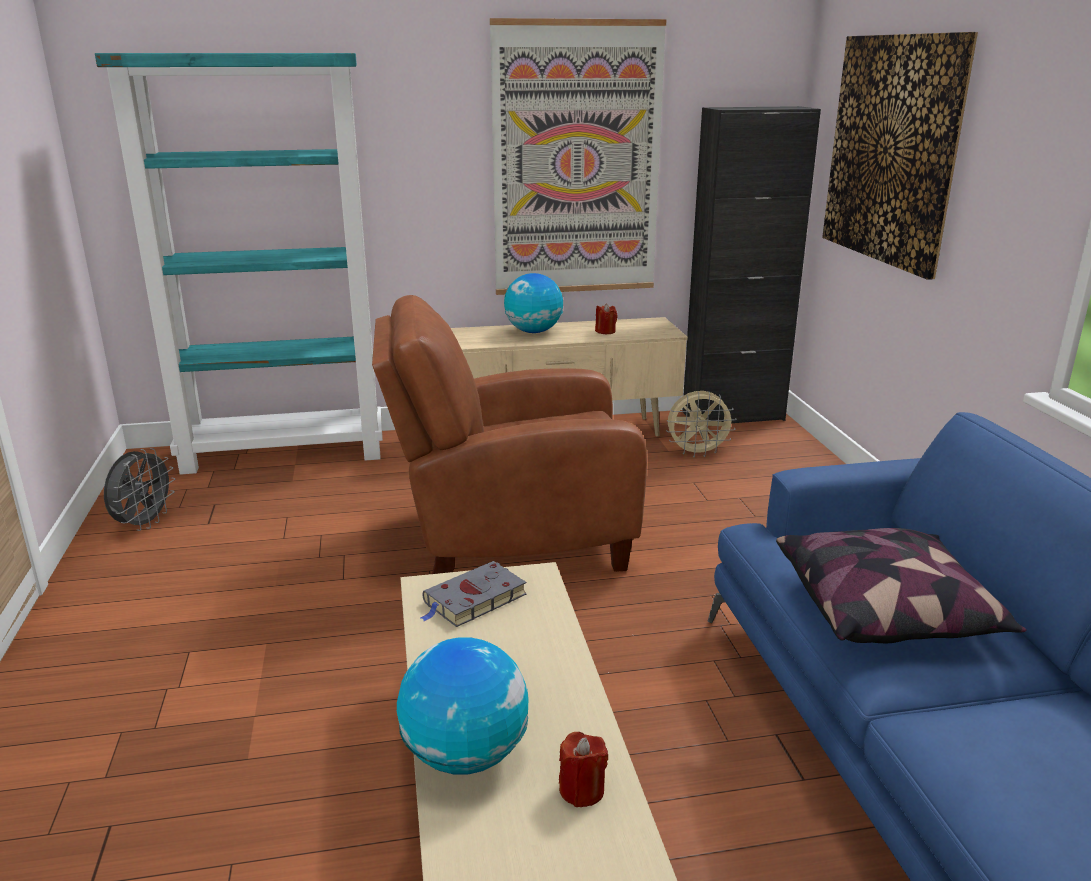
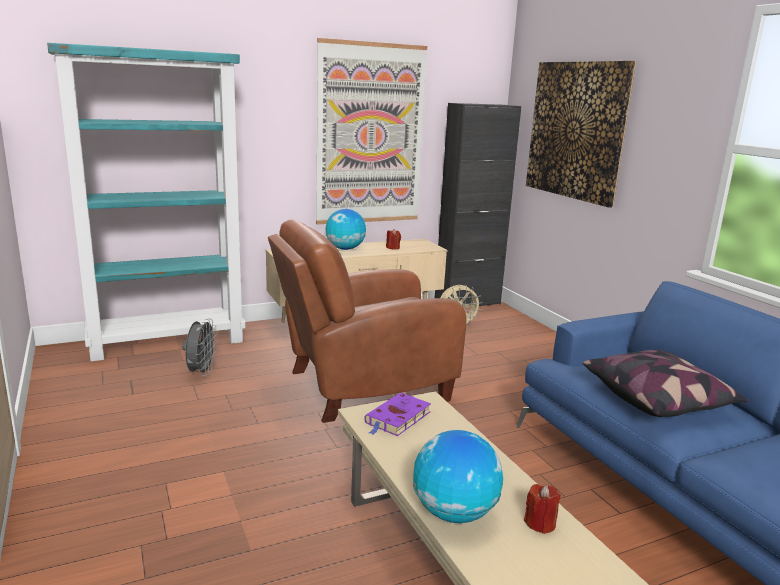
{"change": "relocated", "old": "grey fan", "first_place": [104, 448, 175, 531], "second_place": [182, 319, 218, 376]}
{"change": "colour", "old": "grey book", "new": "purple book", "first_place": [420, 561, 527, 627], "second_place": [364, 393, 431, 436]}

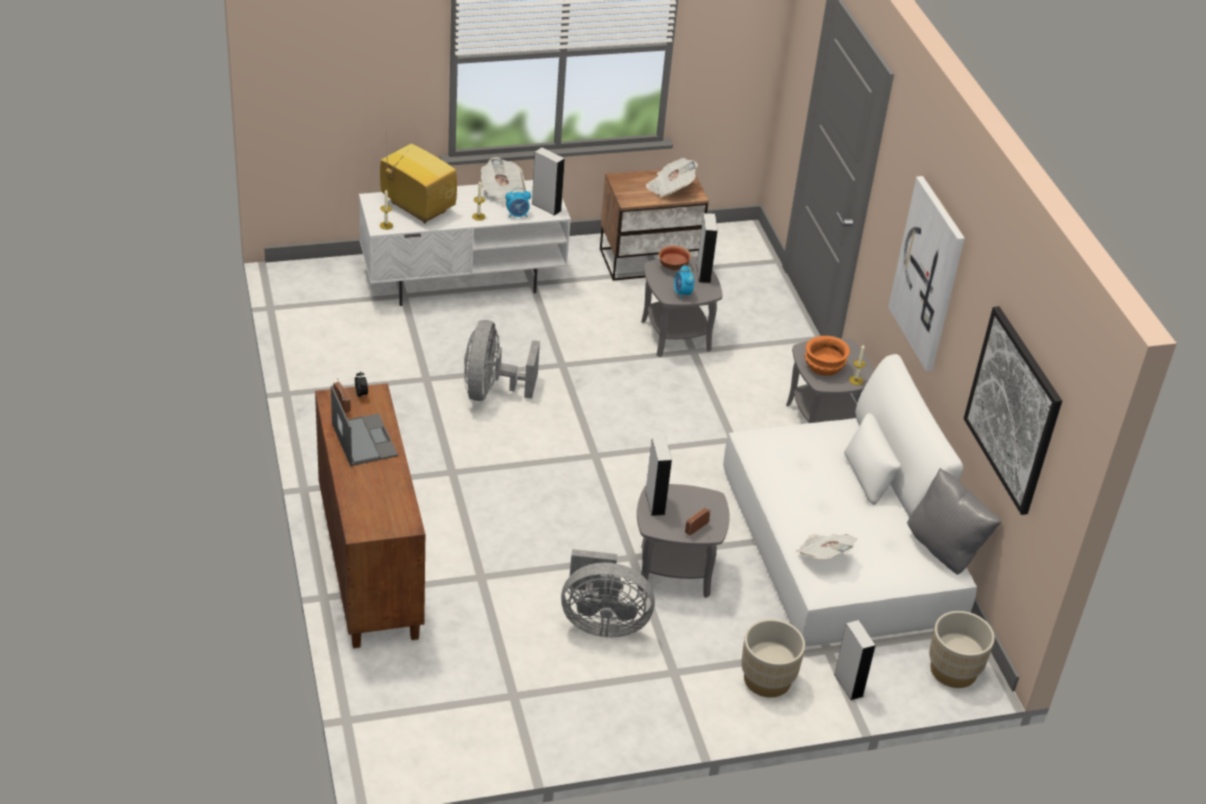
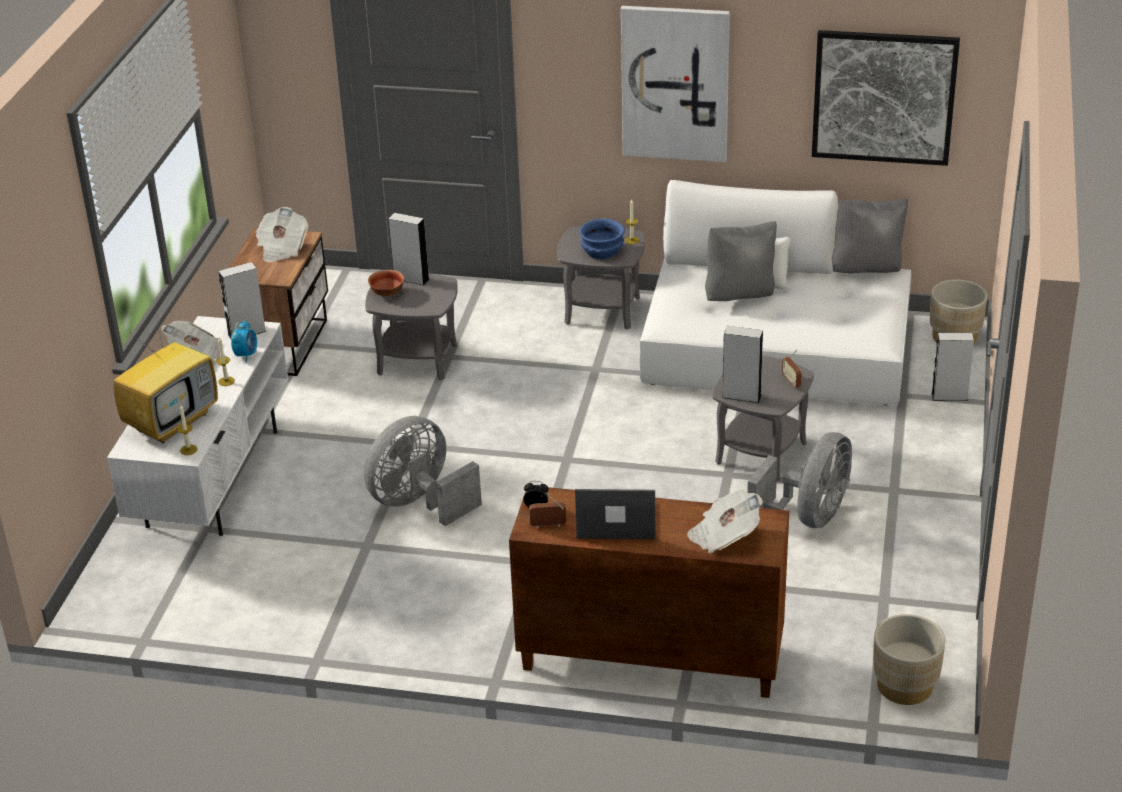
{"change": "missing", "old": "alarm clock", "first_place": [674, 265, 694, 300]}
{"change": "appeared", "new": "grey pillow", "second_place": [705, 221, 777, 301]}
{"change": "relocated", "old": "beige planter", "first_place": [741, 619, 805, 698], "second_place": [873, 614, 945, 705]}
{"change": "relocated", "old": "newspaper", "first_place": [796, 534, 858, 559], "second_place": [687, 489, 763, 554]}
{"change": "colour", "old": "orange bowl", "new": "blue bowl", "first_place": [805, 336, 850, 376], "second_place": [580, 218, 625, 259]}
{"change": "spun", "old": "television", "first_place": [380, 144, 457, 223], "second_place": [113, 309, 218, 443], "degrees": 150}
{"change": "spun", "old": "grey fan", "first_place": [464, 320, 540, 401], "second_place": [364, 416, 482, 526], "degrees": 105}

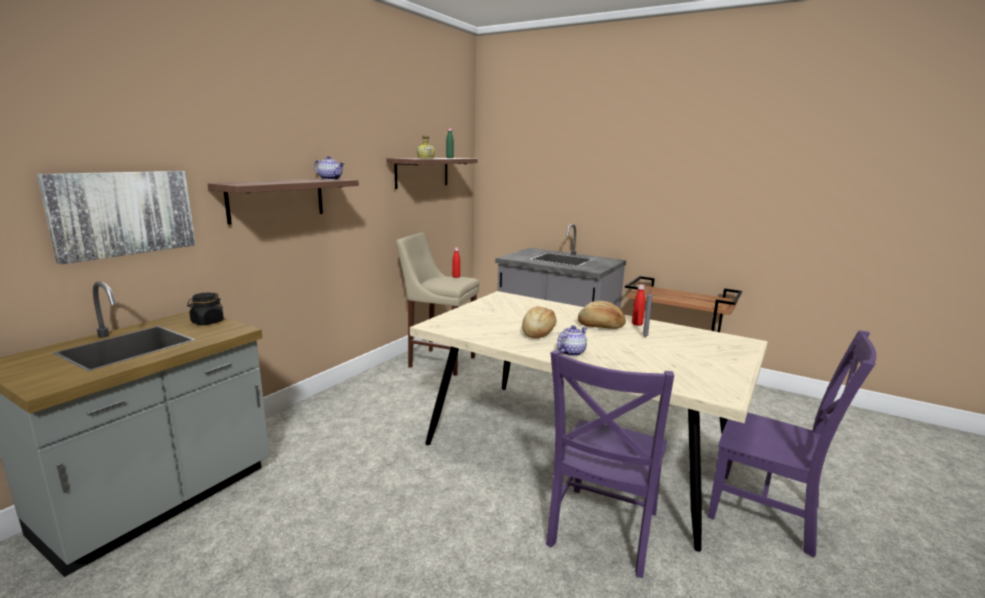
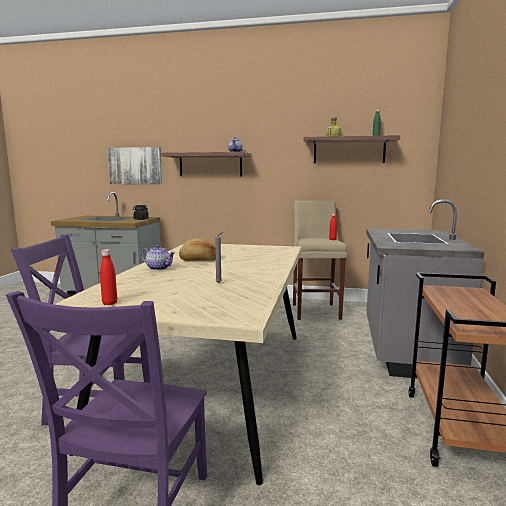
{"change": "missing", "old": "bread", "first_place": [578, 301, 626, 329]}
{"change": "relocated", "old": "red bottle", "first_place": [632, 285, 645, 326], "second_place": [100, 249, 117, 305]}

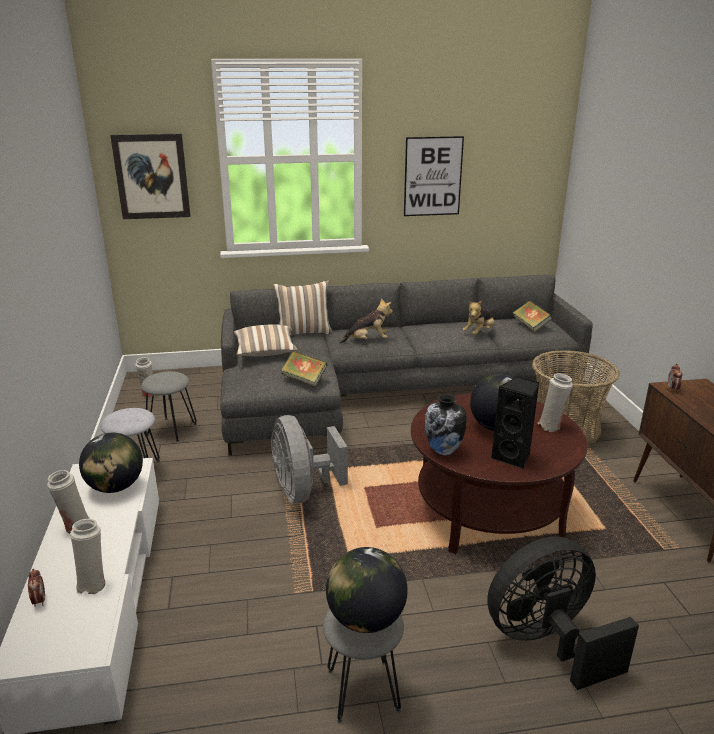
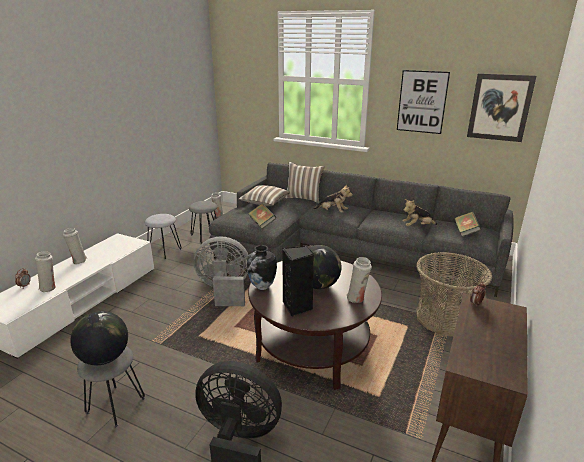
{"change": "missing", "old": "globe", "first_place": [79, 433, 143, 493]}
{"change": "relocated", "old": "picture", "first_place": [110, 134, 191, 219], "second_place": [467, 73, 536, 142]}
{"change": "spun", "old": "grey fan", "first_place": [271, 415, 348, 503], "second_place": [194, 237, 249, 306], "degrees": 75}

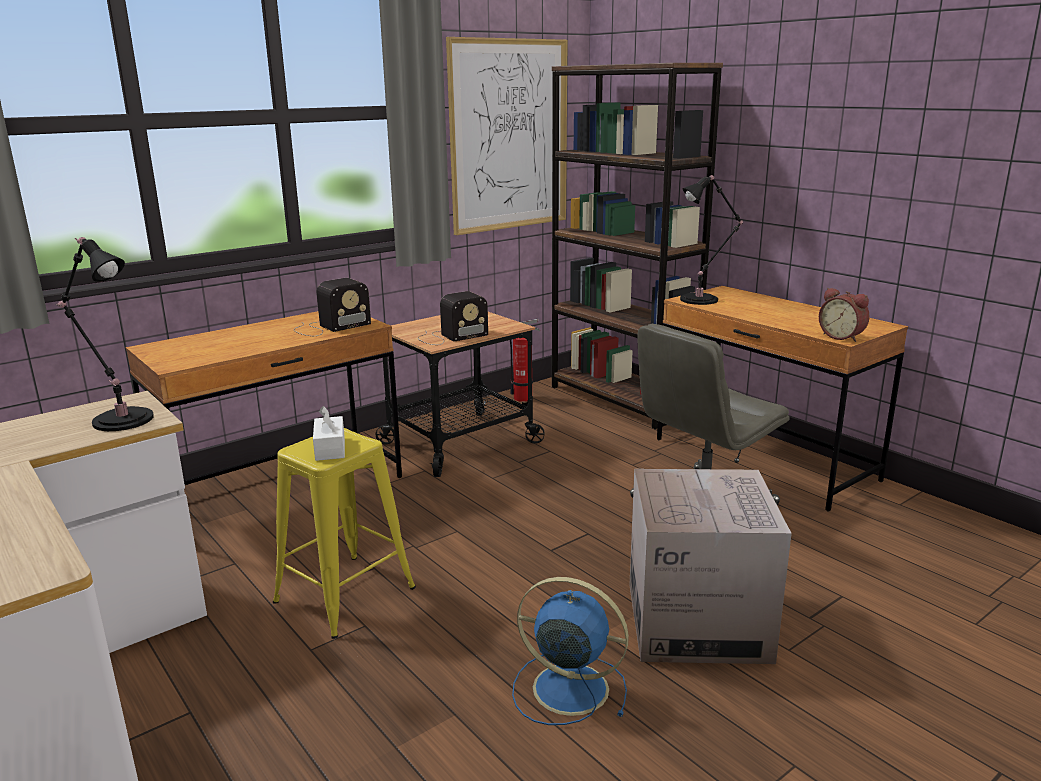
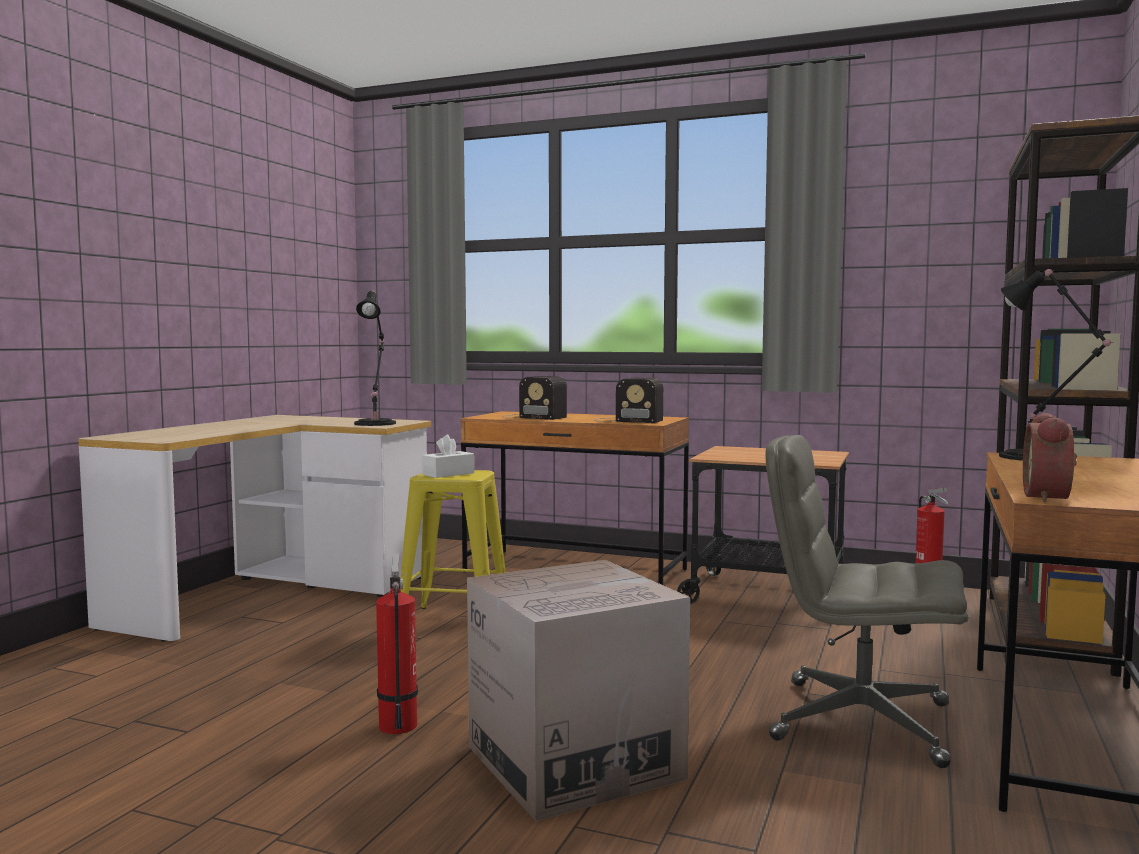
{"change": "missing", "old": "picture", "first_place": [446, 37, 567, 235]}
{"change": "relocated", "old": "radio", "first_place": [419, 291, 488, 345], "second_place": [503, 376, 567, 420]}
{"change": "exchanged", "old": "blue fan", "new": "fire extinguisher", "first_place": [512, 577, 629, 725], "second_place": [376, 553, 418, 734]}

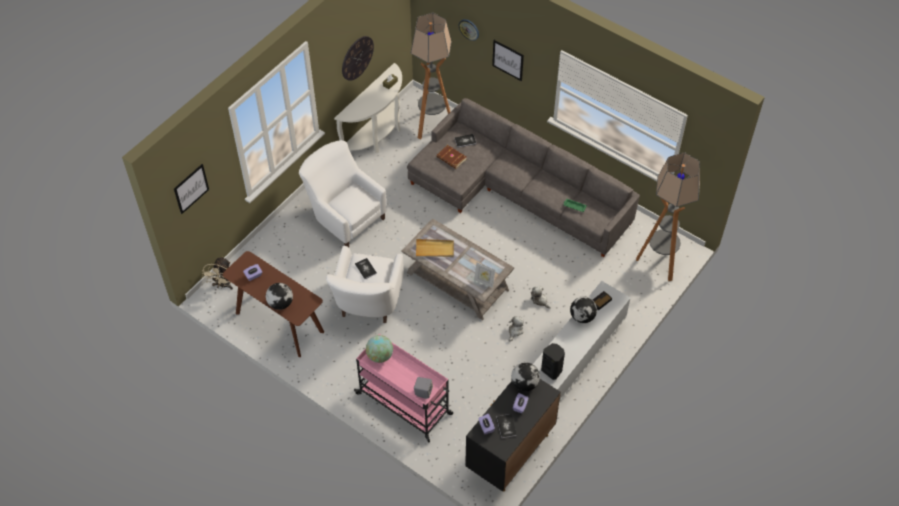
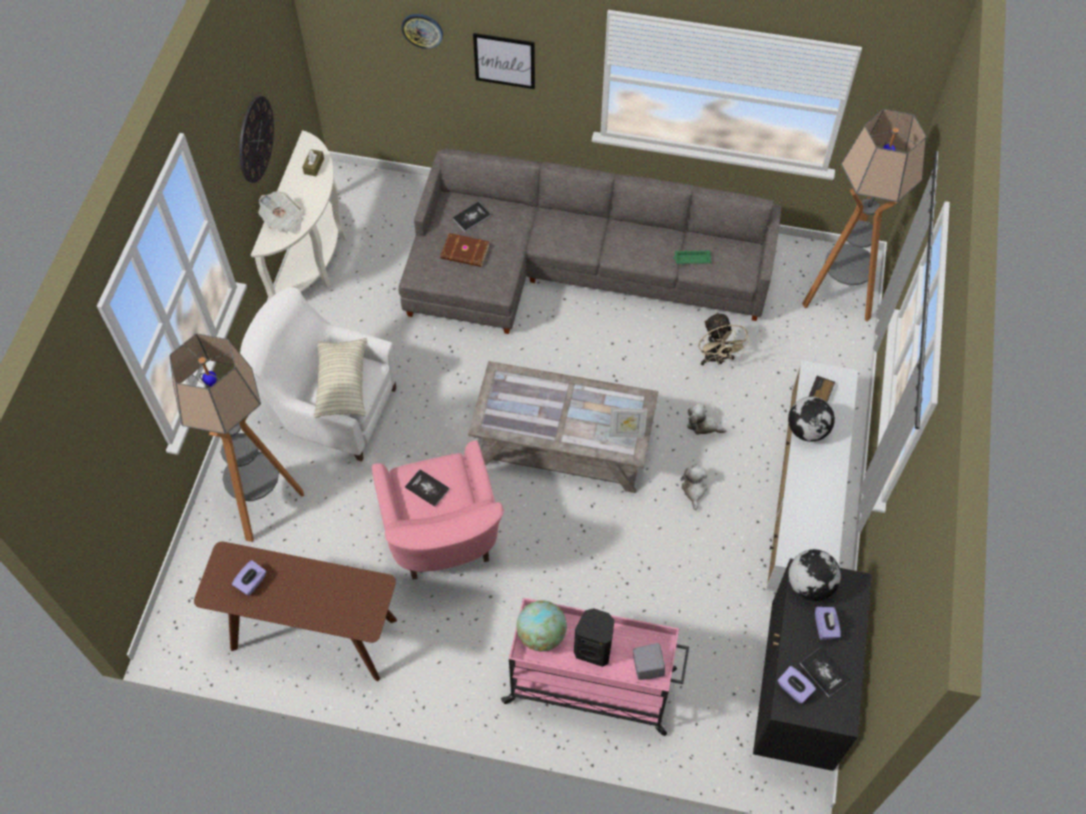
{"change": "missing", "old": "picture", "first_place": [174, 164, 209, 214]}
{"change": "missing", "old": "globe", "first_place": [266, 283, 293, 310]}
{"change": "missing", "old": "beige tray", "first_place": [416, 239, 454, 257]}
{"change": "appeared", "new": "newspaper", "second_place": [258, 191, 304, 234]}
{"change": "appeared", "new": "pillow", "second_place": [313, 338, 367, 418]}
{"change": "relocated", "old": "beige fan", "first_place": [202, 256, 233, 290], "second_place": [699, 312, 750, 365]}
{"change": "relocated", "old": "floor lamp", "first_place": [411, 13, 452, 140], "second_place": [169, 334, 304, 542]}
{"change": "relocated", "old": "black speaker", "first_place": [541, 343, 565, 380], "second_place": [574, 608, 615, 667]}
{"change": "colour", "old": "white armchair", "new": "pink armchair", "first_place": [326, 246, 404, 323], "second_place": [372, 440, 504, 580]}

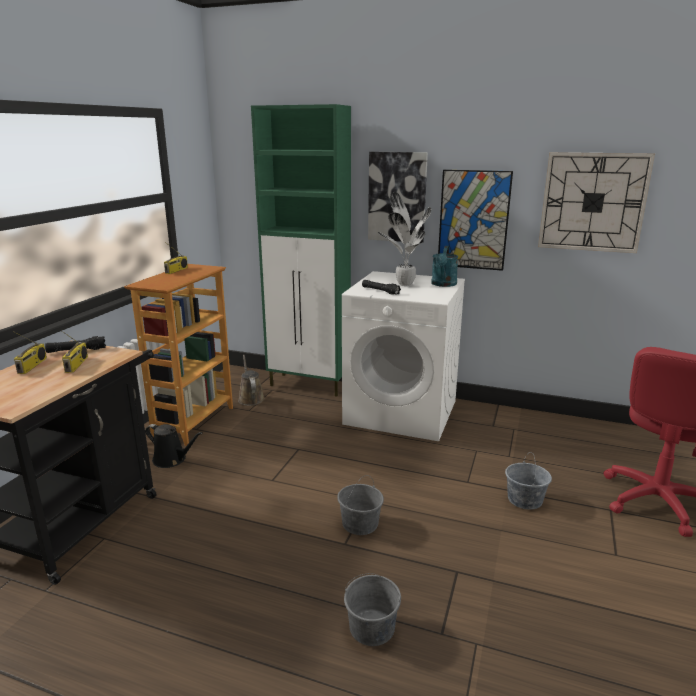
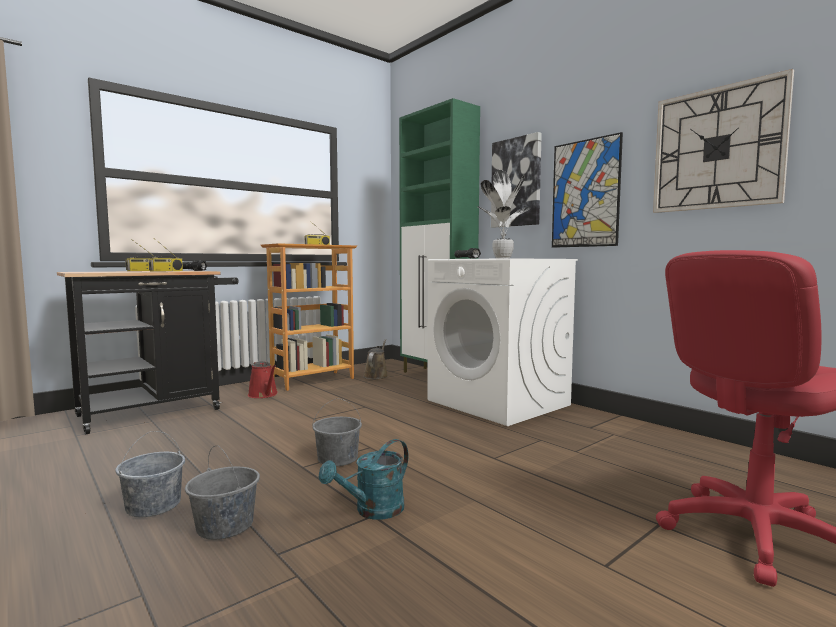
{"change": "relocated", "old": "turquoise watering can", "first_place": [431, 246, 458, 287], "second_place": [319, 439, 409, 520]}
{"change": "relocated", "old": "grey bucket", "first_place": [505, 452, 552, 510], "second_place": [115, 431, 185, 517]}
{"change": "colour", "old": "black watering can", "new": "red watering can", "first_place": [145, 424, 202, 468], "second_place": [248, 361, 278, 398]}

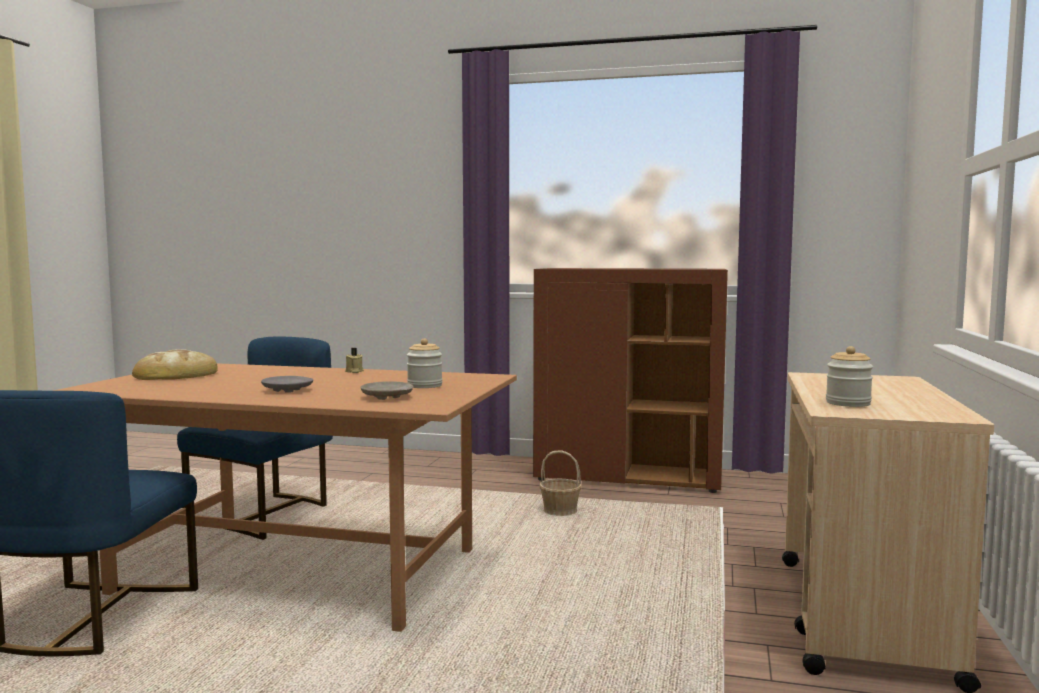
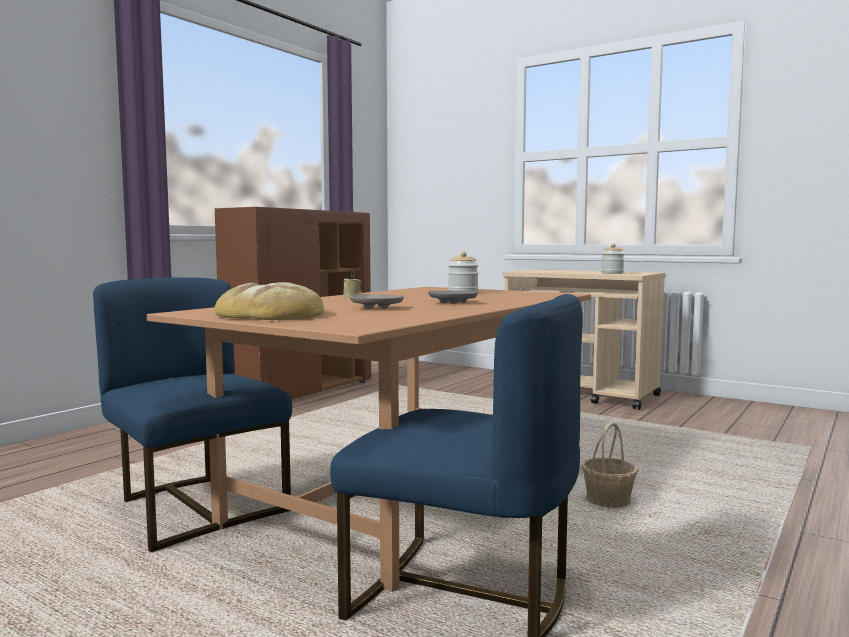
{"change": "relocated", "old": "beige plate", "first_place": [360, 381, 413, 400], "second_place": [349, 294, 404, 309]}
{"change": "relocated", "old": "basket", "first_place": [539, 450, 582, 516], "second_place": [581, 422, 638, 508]}

